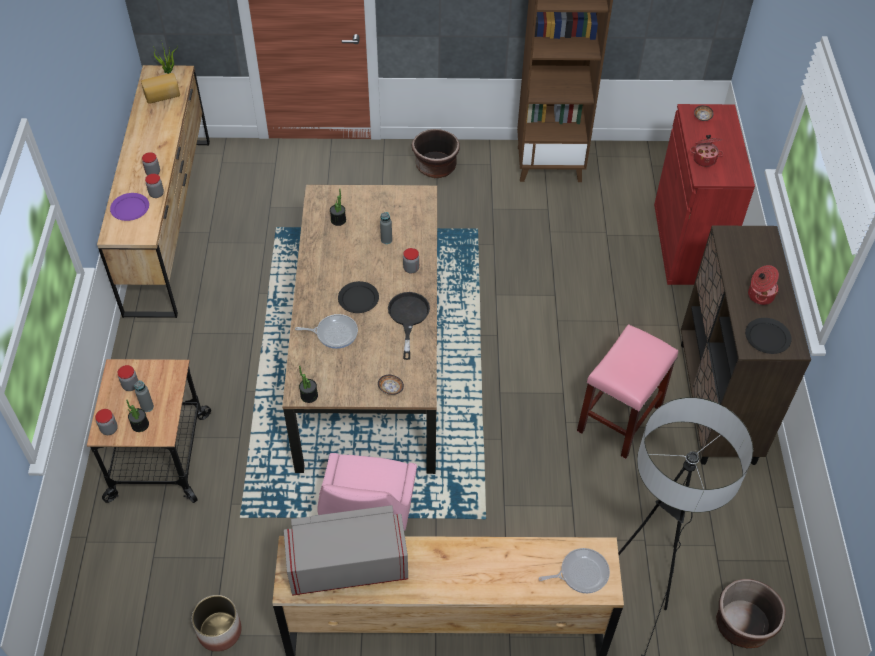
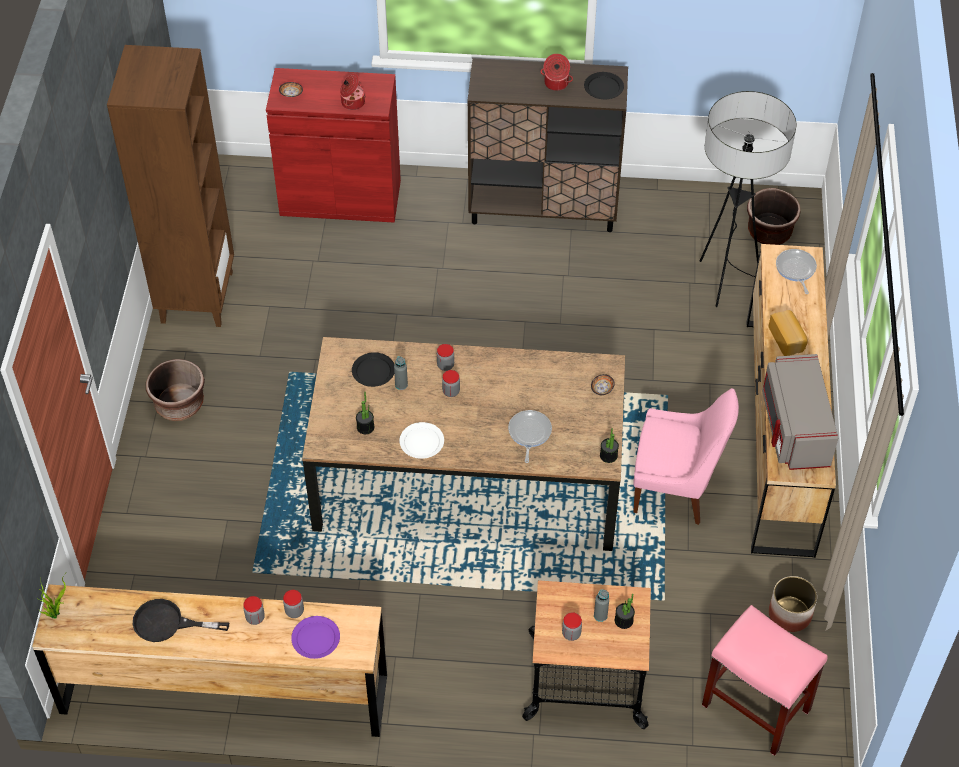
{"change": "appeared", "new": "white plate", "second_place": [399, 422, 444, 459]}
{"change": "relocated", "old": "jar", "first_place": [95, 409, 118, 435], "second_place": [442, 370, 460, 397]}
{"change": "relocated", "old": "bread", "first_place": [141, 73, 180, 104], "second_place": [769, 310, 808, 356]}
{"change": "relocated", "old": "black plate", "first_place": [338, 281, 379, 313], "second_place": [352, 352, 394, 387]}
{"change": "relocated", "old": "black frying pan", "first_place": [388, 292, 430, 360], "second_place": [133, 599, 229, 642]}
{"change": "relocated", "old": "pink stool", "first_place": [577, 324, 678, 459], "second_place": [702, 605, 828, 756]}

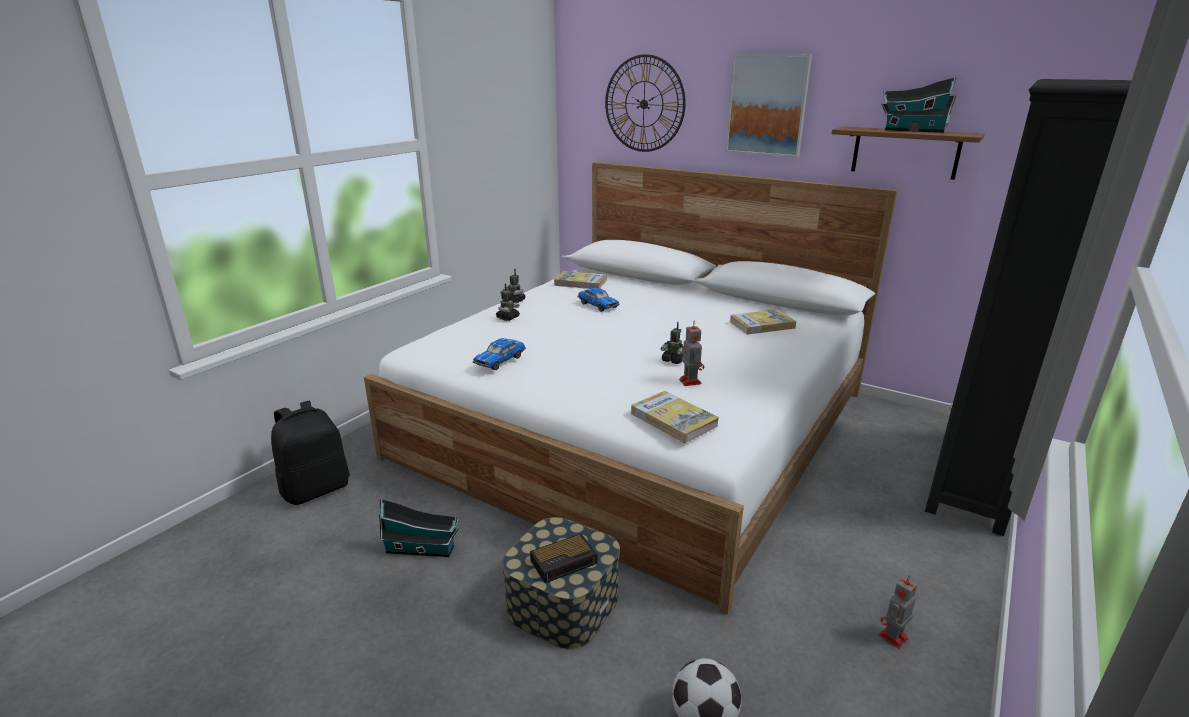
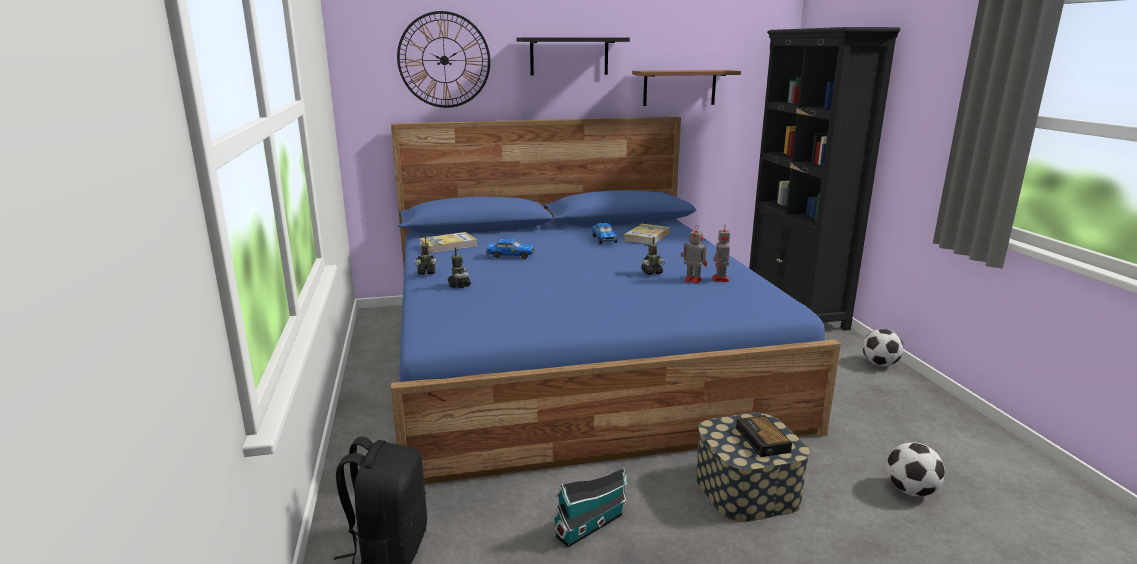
{"change": "missing", "old": "book", "first_place": [631, 391, 719, 443]}
{"change": "missing", "old": "toy house", "first_place": [881, 77, 957, 133]}
{"change": "appeared", "new": "football", "second_place": [863, 329, 904, 366]}
{"change": "relocated", "old": "toy car", "first_place": [473, 338, 526, 370], "second_place": [592, 223, 618, 244]}
{"change": "relocated", "old": "toy robot", "first_place": [879, 575, 917, 649], "second_place": [712, 226, 730, 282]}
{"change": "exchanged", "old": "picture", "new": "black shelf", "first_place": [726, 54, 812, 157], "second_place": [517, 37, 630, 76]}
{"change": "colour", "old": "white bed", "new": "blue bed", "first_place": [364, 162, 898, 614], "second_place": [391, 117, 841, 484]}
{"change": "spun", "old": "alarm clock", "first_place": [530, 534, 597, 583], "second_place": [736, 415, 792, 457], "degrees": 150}

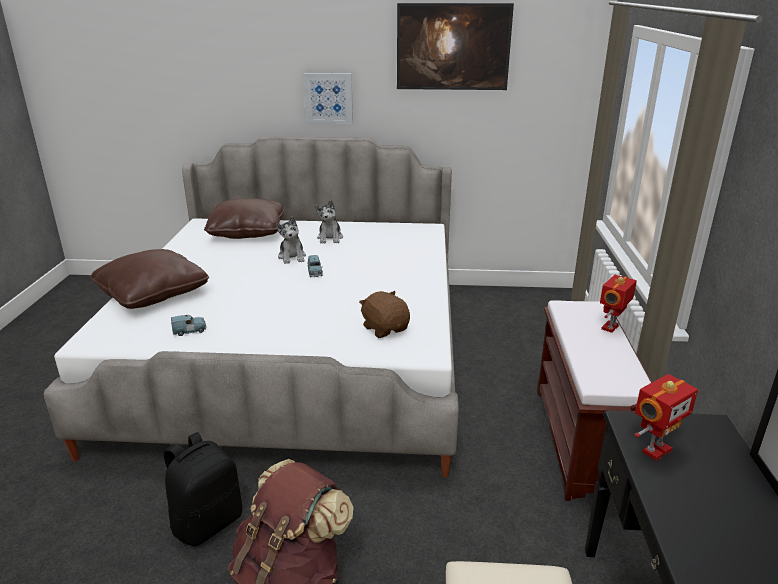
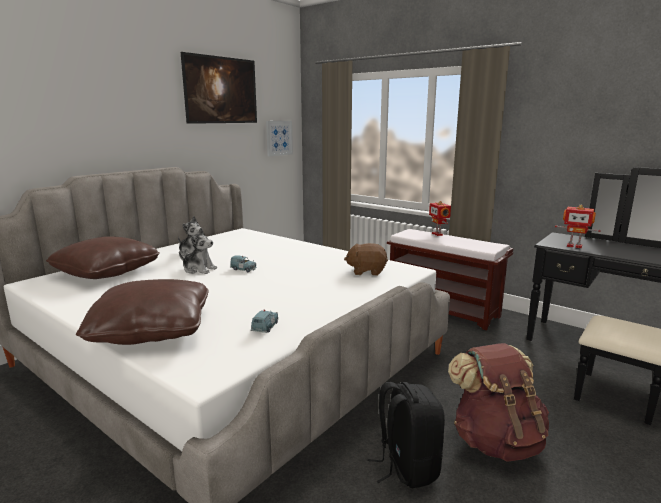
{"change": "relocated", "old": "picture", "first_place": [303, 73, 353, 123], "second_place": [266, 121, 293, 156]}
{"change": "spun", "old": "toy robot", "first_place": [635, 374, 698, 461], "second_place": [555, 205, 601, 248], "degrees": 120}

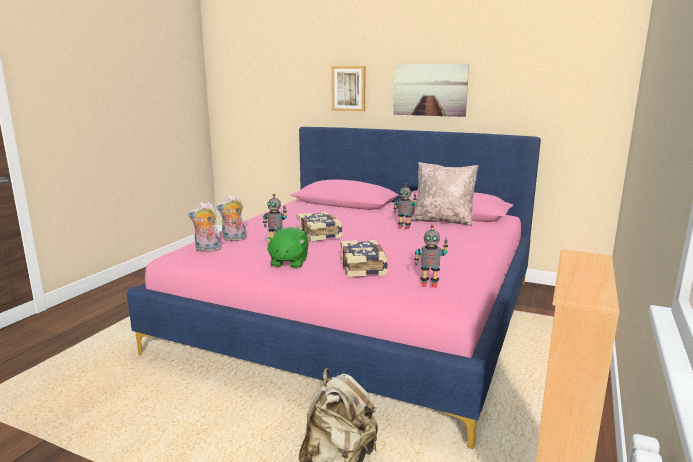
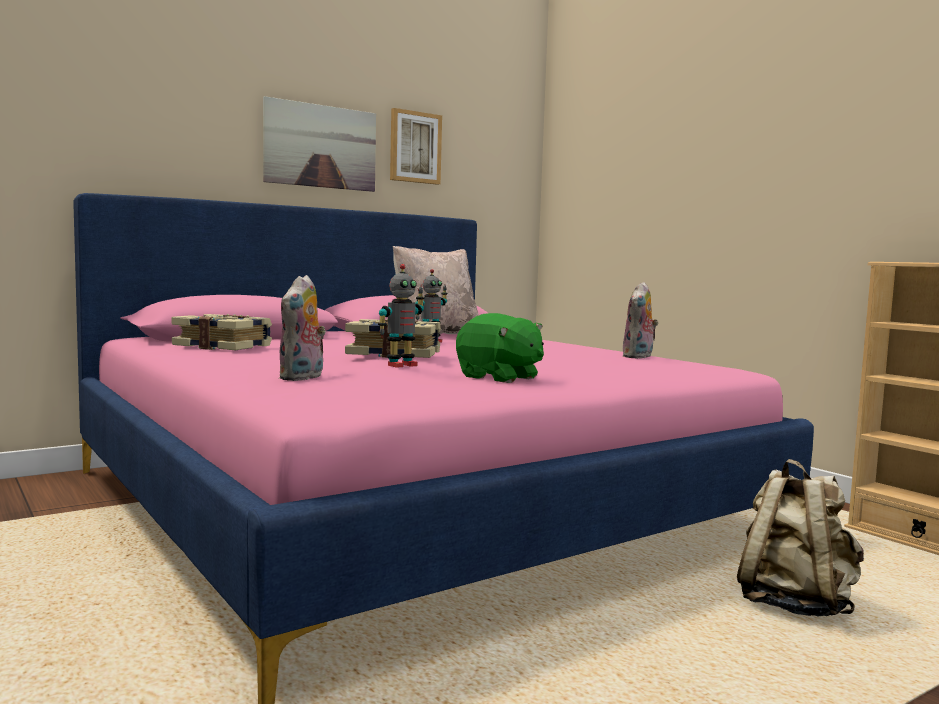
{"change": "missing", "old": "toy robot", "first_place": [414, 225, 448, 287]}
{"change": "relocated", "old": "plush toy", "first_place": [188, 202, 221, 252], "second_place": [622, 282, 658, 359]}
{"change": "relocated", "old": "picture", "first_place": [331, 66, 366, 111], "second_place": [390, 108, 442, 185]}
{"change": "relocated", "old": "book", "first_place": [340, 240, 388, 277], "second_place": [172, 314, 272, 350]}

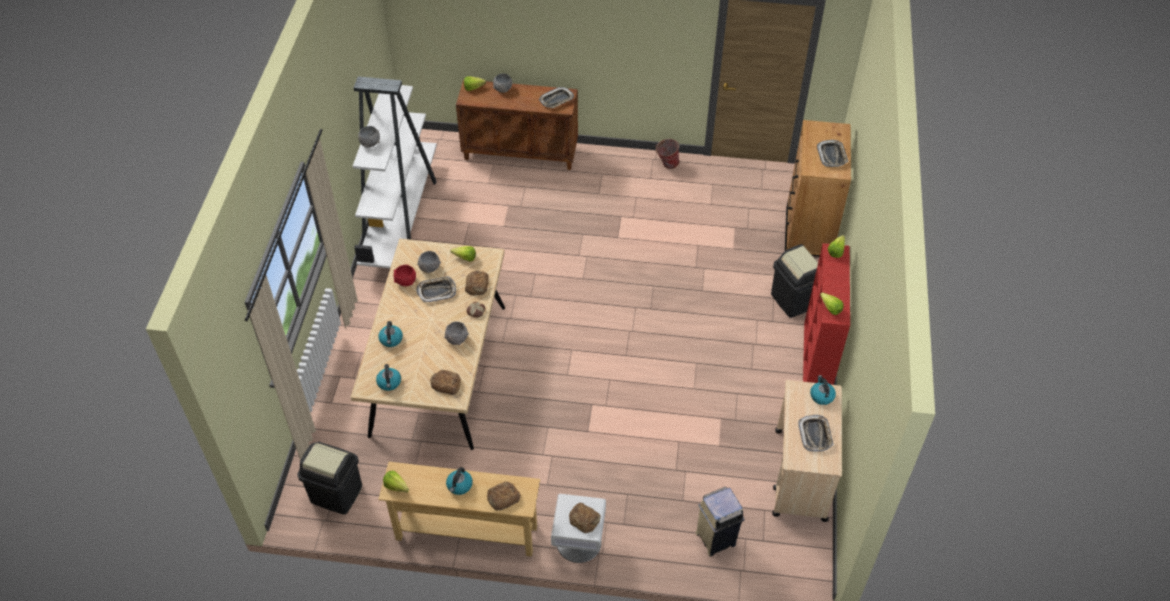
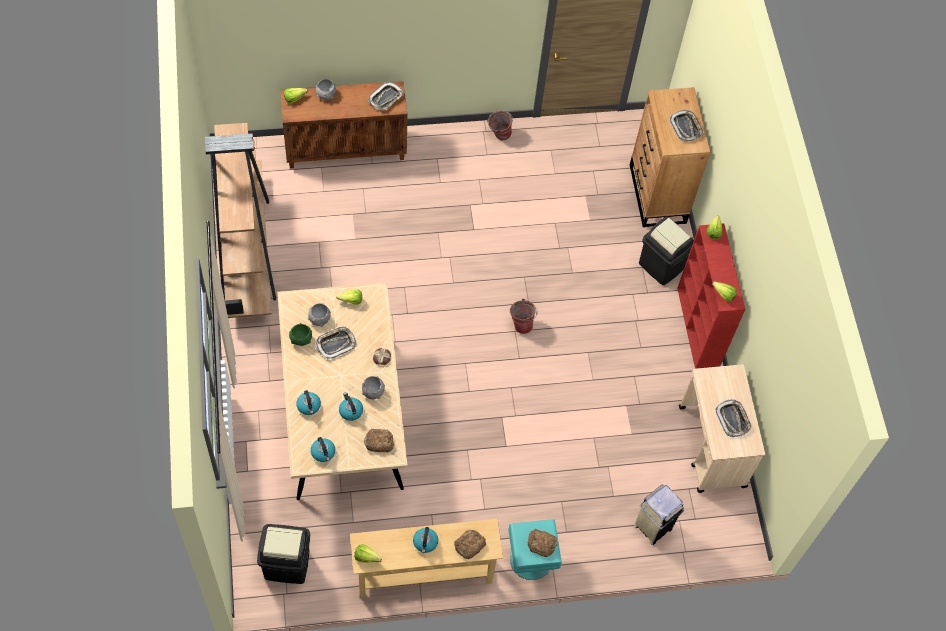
{"change": "missing", "old": "grey bowl", "first_place": [358, 126, 380, 148]}
{"change": "missing", "old": "bread", "first_place": [465, 271, 489, 295]}
{"change": "appeared", "new": "bucket", "second_place": [510, 299, 538, 334]}
{"change": "relocated", "old": "kettle", "first_place": [810, 375, 836, 405], "second_place": [339, 392, 363, 421]}
{"change": "colour", "old": "white bookcase", "new": "brown bookcase", "first_place": [353, 76, 437, 268], "second_place": [205, 123, 276, 318]}
{"change": "colour", "old": "red bowl", "new": "green bowl", "first_place": [394, 264, 416, 286], "second_place": [289, 323, 312, 346]}
{"change": "colour", "old": "white nightstand", "new": "turquoise nightstand", "first_place": [551, 494, 606, 563], "second_place": [508, 519, 562, 580]}

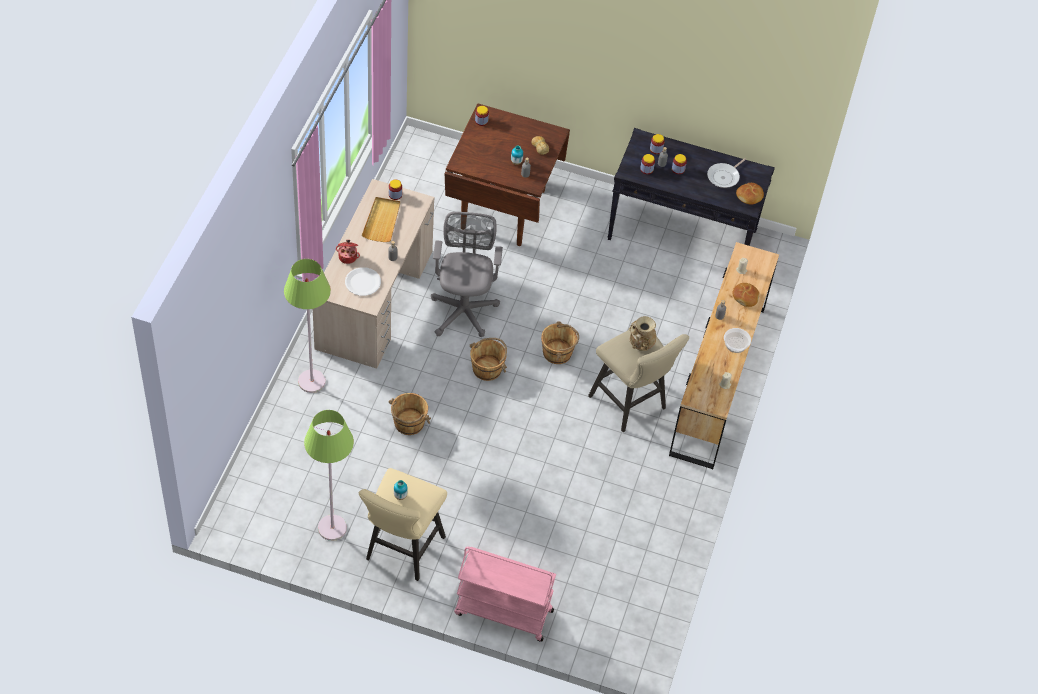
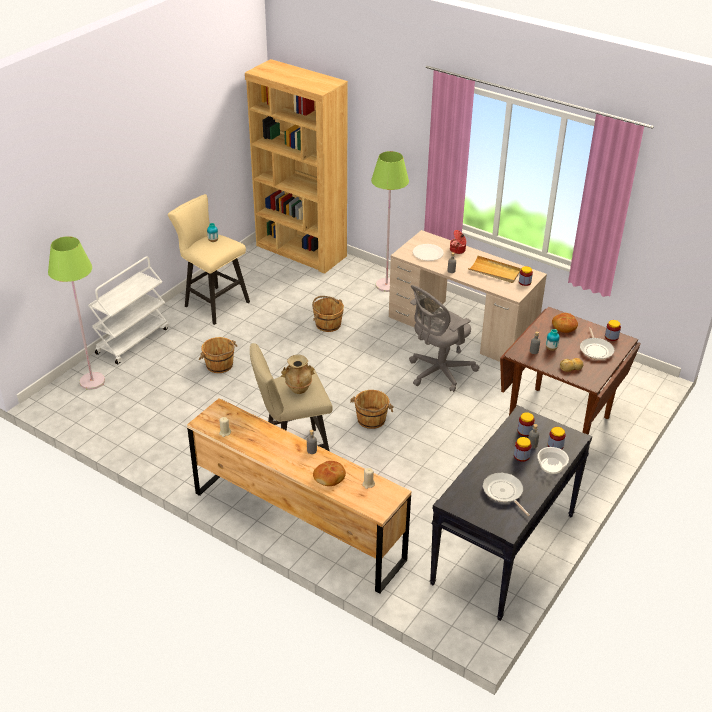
{"change": "appeared", "new": "brown bookcase", "second_place": [245, 59, 348, 274]}
{"change": "appeared", "new": "frying pan", "second_place": [580, 327, 614, 360]}
{"change": "relocated", "old": "green floor lamp", "first_place": [304, 410, 354, 541], "second_place": [48, 236, 105, 390]}
{"change": "relocated", "old": "brown bucket", "first_place": [470, 338, 507, 381], "second_place": [199, 337, 237, 373]}
{"change": "relocated", "old": "bowl", "first_place": [724, 328, 751, 353], "second_place": [537, 447, 569, 474]}
{"change": "relocated", "old": "bread", "first_place": [736, 183, 764, 205], "second_place": [552, 313, 578, 333]}
{"change": "colour", "old": "pink cart", "new": "white cart", "first_place": [454, 546, 556, 642], "second_place": [88, 256, 169, 365]}
{"change": "spun", "old": "grey office chair", "first_place": [431, 212, 503, 337], "second_place": [409, 285, 480, 392], "degrees": 120}

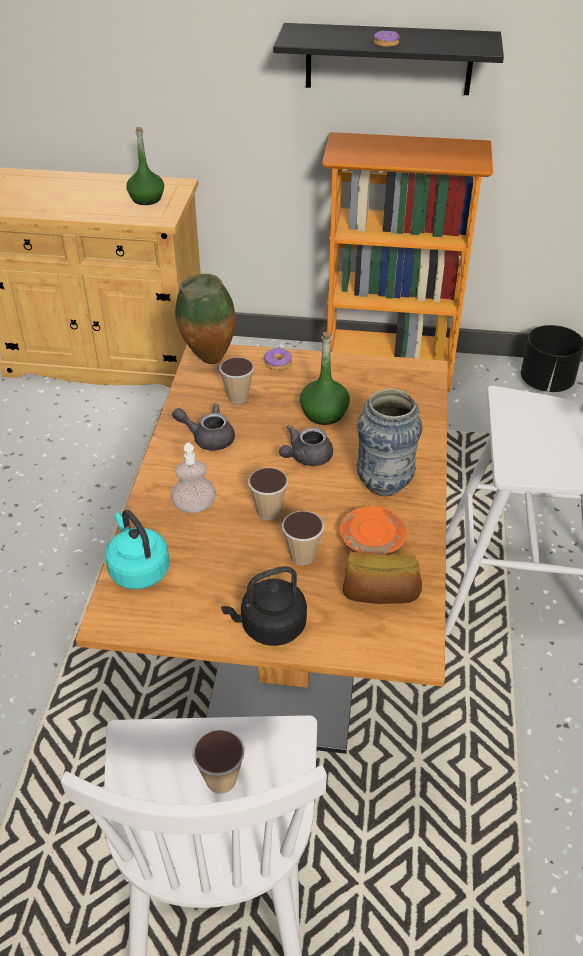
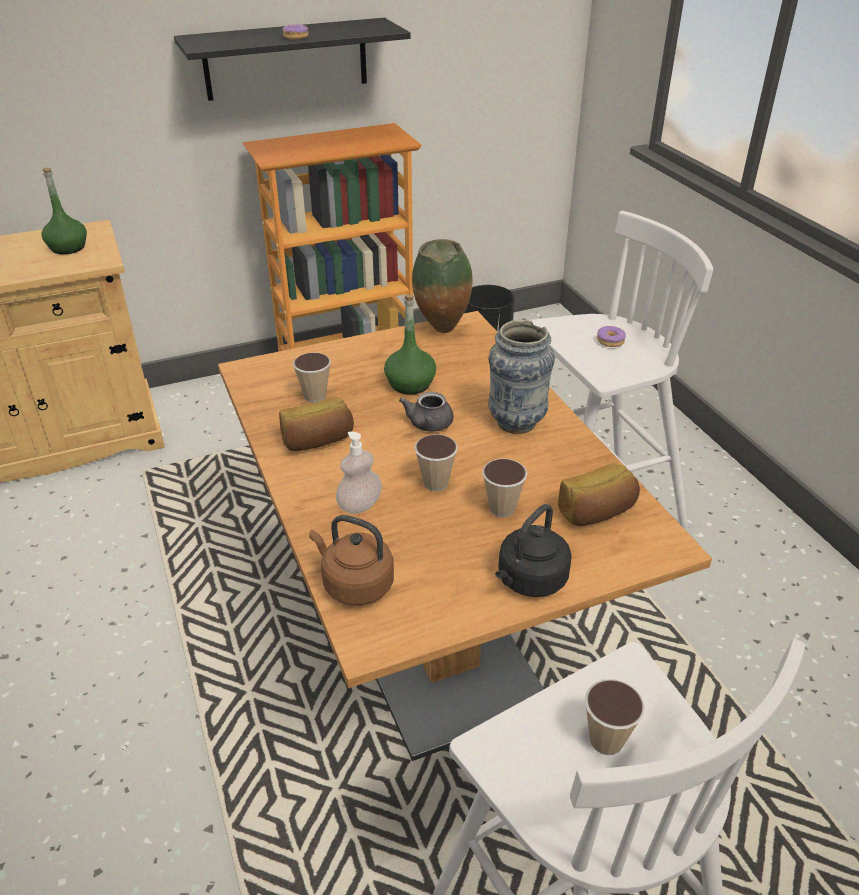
{"change": "missing", "old": "orange plate", "first_place": [340, 506, 407, 555]}
{"change": "relocated", "old": "vase", "first_place": [175, 274, 236, 364], "second_place": [412, 239, 473, 333]}
{"change": "relocated", "old": "donut", "first_place": [264, 348, 292, 370], "second_place": [597, 326, 626, 347]}
{"change": "exchanged", "old": "grey teapot", "new": "bread", "first_place": [172, 403, 235, 451], "second_place": [279, 397, 354, 451]}
{"change": "colour", "old": "turquoise kettle", "new": "brown kettle", "first_place": [105, 510, 169, 589], "second_place": [309, 515, 394, 605]}

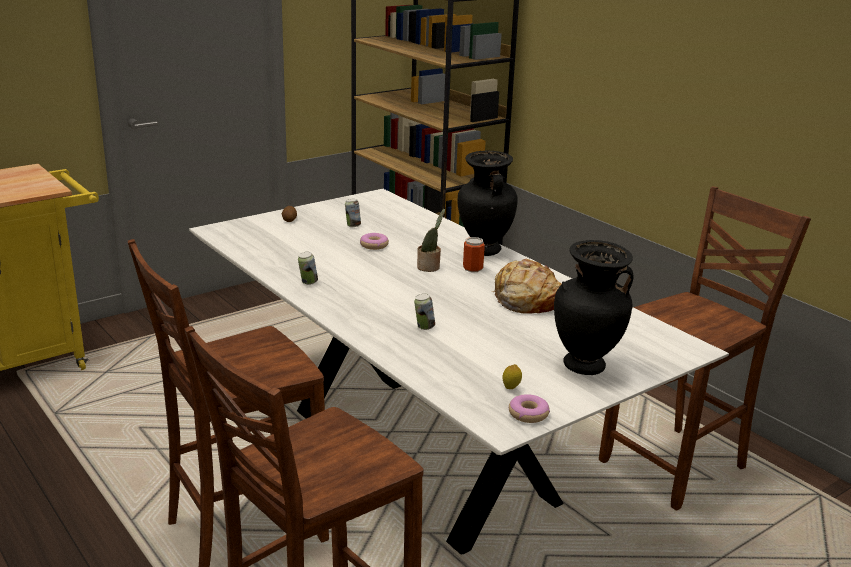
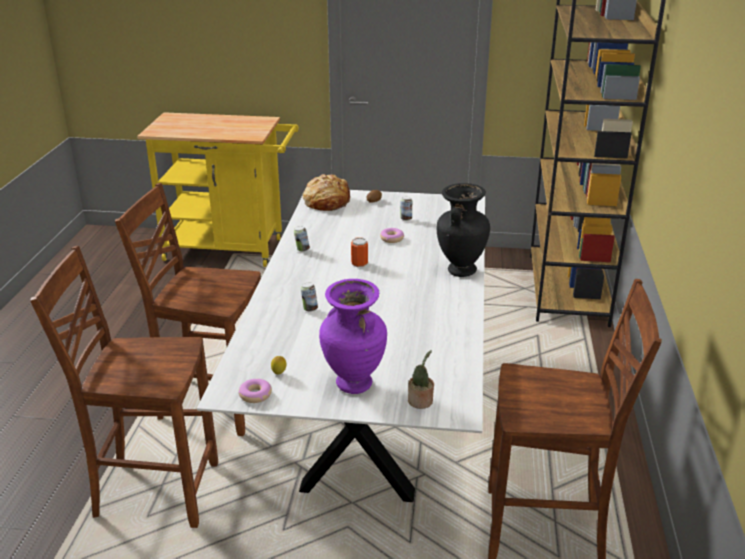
{"change": "relocated", "old": "potted plant", "first_place": [417, 209, 445, 272], "second_place": [408, 350, 434, 409]}
{"change": "relocated", "old": "can", "first_place": [463, 237, 485, 272], "second_place": [351, 237, 368, 267]}
{"change": "relocated", "old": "bread", "first_place": [491, 259, 562, 314], "second_place": [303, 174, 350, 211]}
{"change": "colour", "old": "black vase", "new": "purple vase", "first_place": [554, 240, 634, 375], "second_place": [319, 279, 387, 394]}

